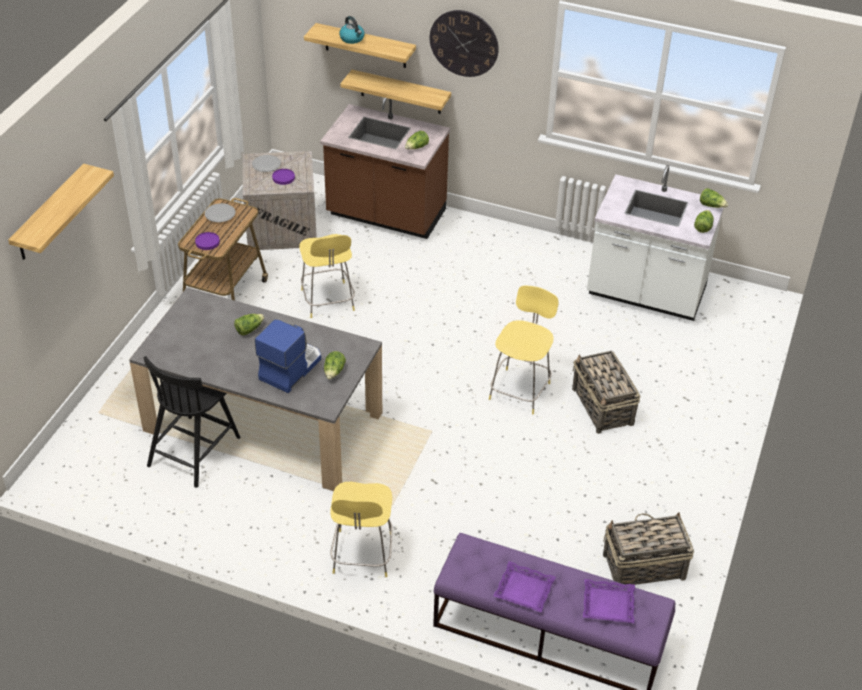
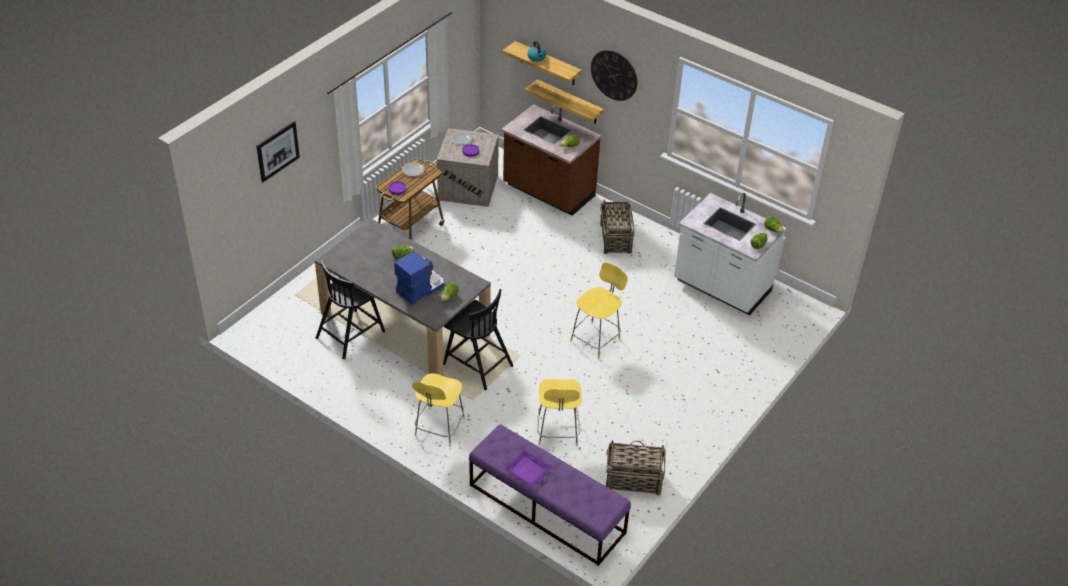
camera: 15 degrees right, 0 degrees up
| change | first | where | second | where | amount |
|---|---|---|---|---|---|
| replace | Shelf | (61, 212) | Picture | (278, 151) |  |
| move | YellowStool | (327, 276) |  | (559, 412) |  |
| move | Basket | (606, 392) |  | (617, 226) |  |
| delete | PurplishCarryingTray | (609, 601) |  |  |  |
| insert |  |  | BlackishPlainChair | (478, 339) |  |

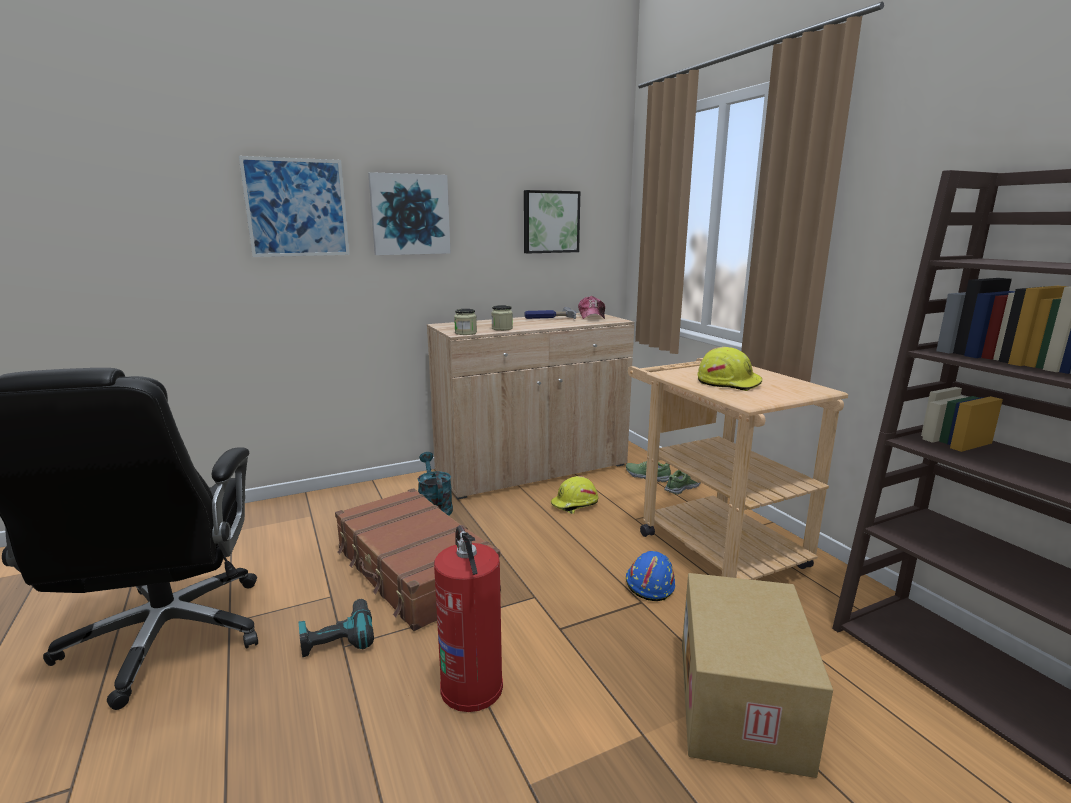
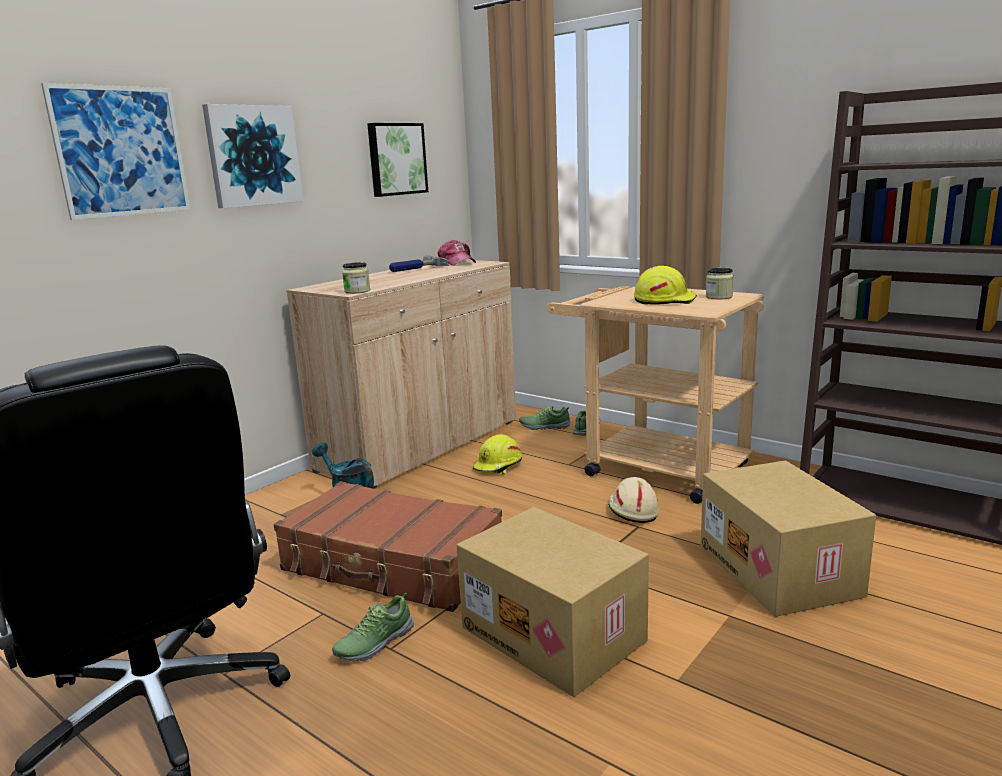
camera: 25 degrees left, 0 degrees up
| change | first | where | second | where | amount |
|---|---|---|---|---|---|
| move | PreserveJar | (502, 318) |  | (720, 283) |  |
| replace | FireFightingCylinder | (468, 618) | Carton | (553, 602) |  |
| recolor | BluishHardHat | (650, 576) | BeigeHardHat | (633, 500) |  |
| replace | PowerDrill | (336, 628) | ItemOfFootwear | (373, 627) |  |

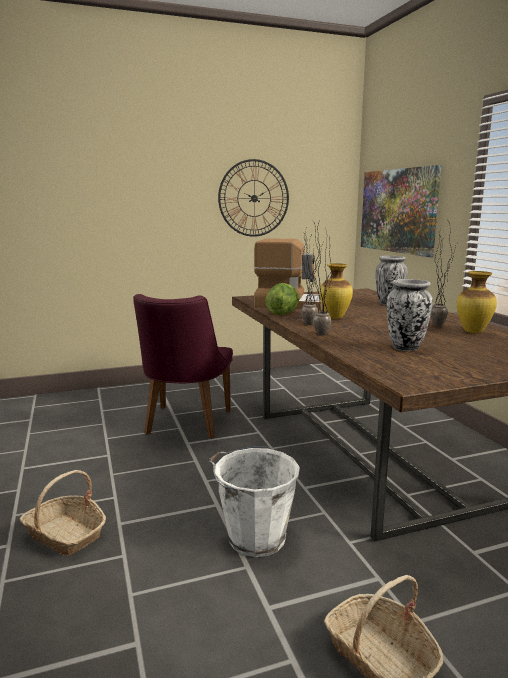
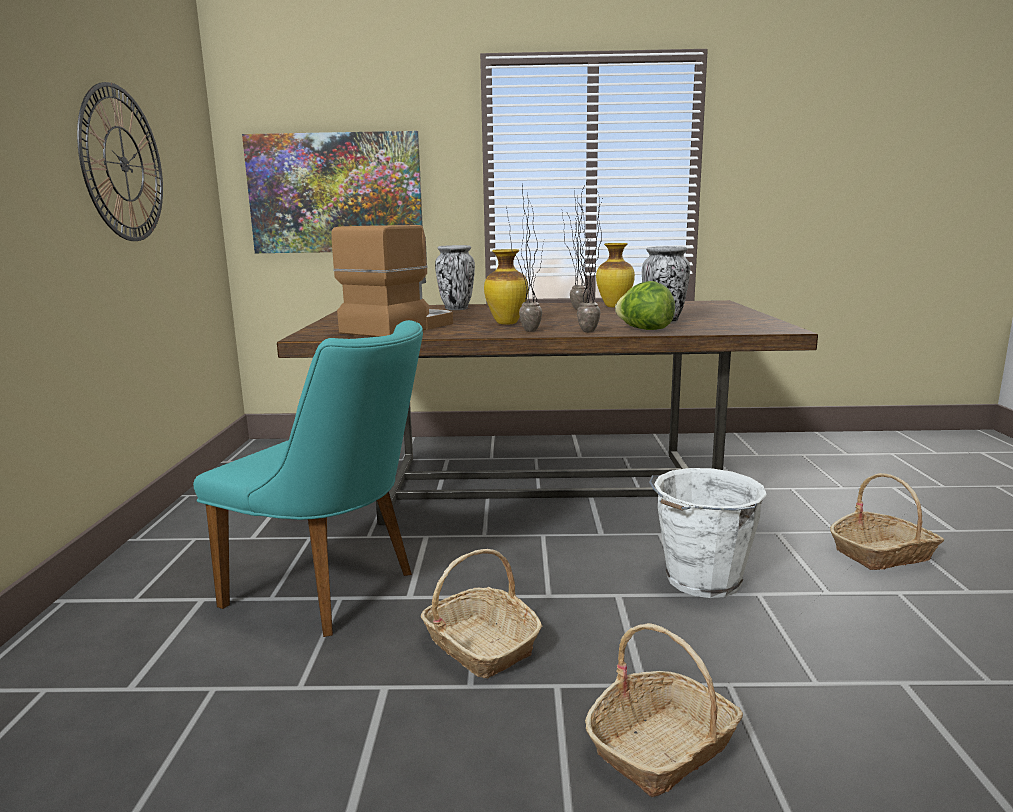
camera: 70 degrees left, 0 degrees up
| change | first | where | second | where | amount |
|---|---|---|---|---|---|
| move | HeadOfLettuce | (282, 299) |  | (645, 305) |  |
| recolor | PurplishPlainChair | (183, 366) | TurquoisePlainChair | (308, 478) |  |
| insert |  |  | Basket | (481, 613) |  |

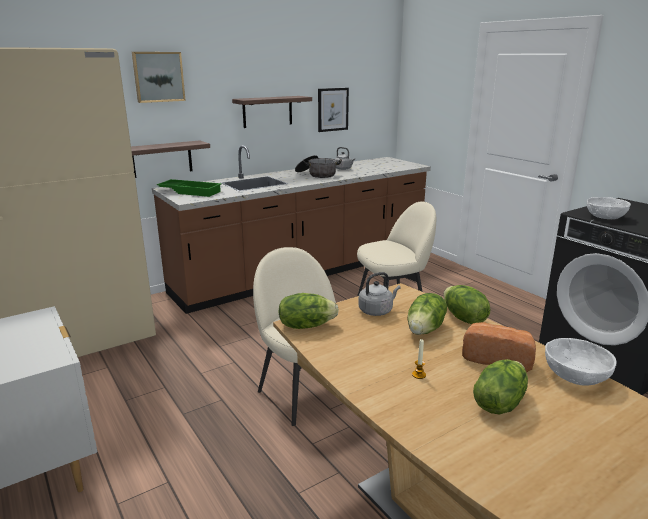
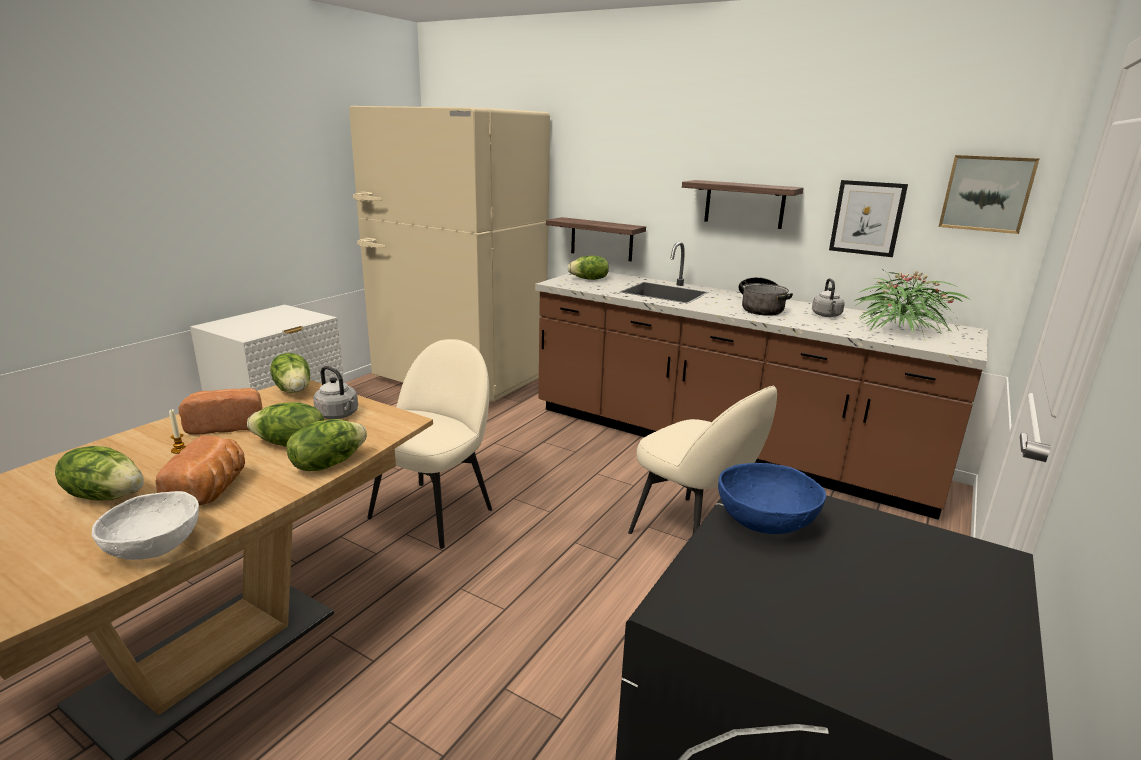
camera: 65 degrees right, 0 degrees up
| change | first | where | second | where | amount |
|---|---|---|---|---|---|
| move | Picture | (159, 77) |  | (989, 194) |  |
| replace | GreenColouredCarryingTray | (189, 188) | HeadOfLettuce | (588, 268) |  |
| recolor | WhiteDeepDish | (609, 208) | BluishDeepDish | (772, 498) |  |
| insert |  |  | PlantInAPot | (912, 305) |  |
| insert |  |  | BakedBread | (221, 411) |  |

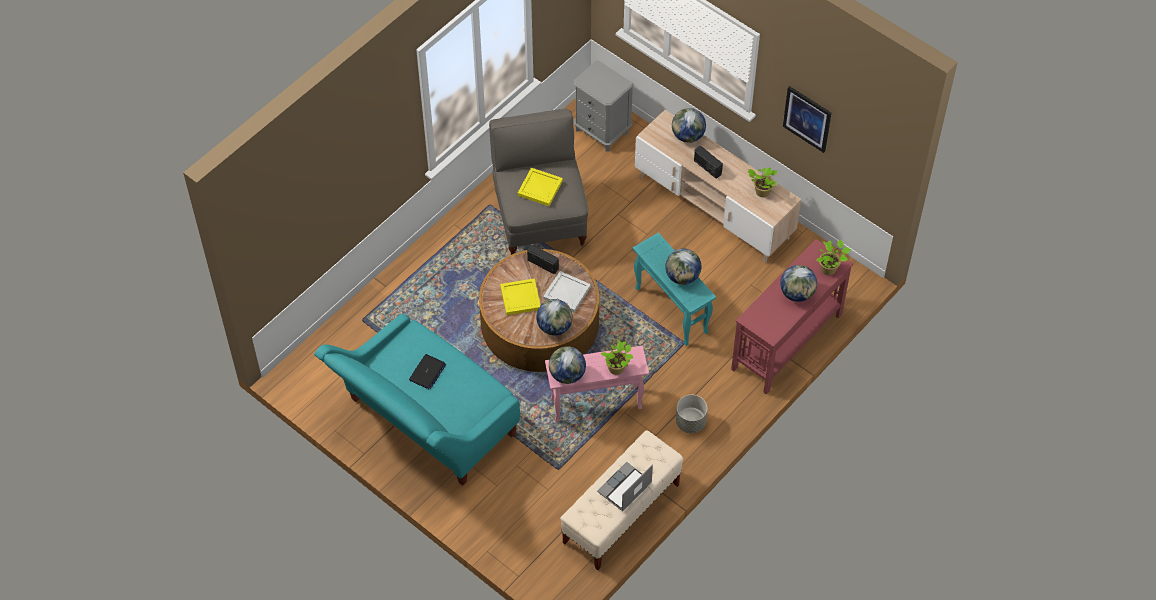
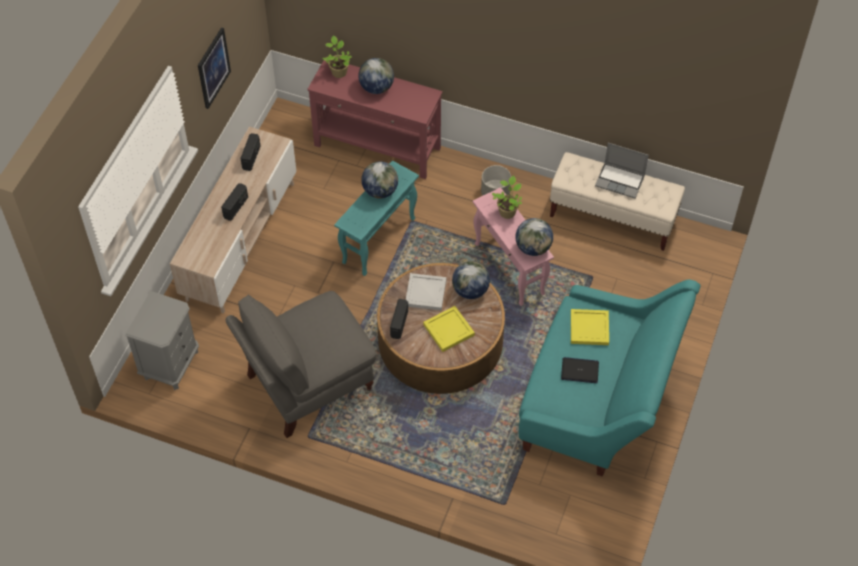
camera: 110 degrees left, 0 degrees up
| change | first | where | second | where | amount |
|---|---|---|---|---|---|
| delete | DeskGlobe | (689, 125) |  |  |  |
| replace | PlantInAPot | (762, 182) | RadioReceiver | (250, 152) |  |
| move | YellowCarryingTray | (540, 187) |  | (590, 327) |  |

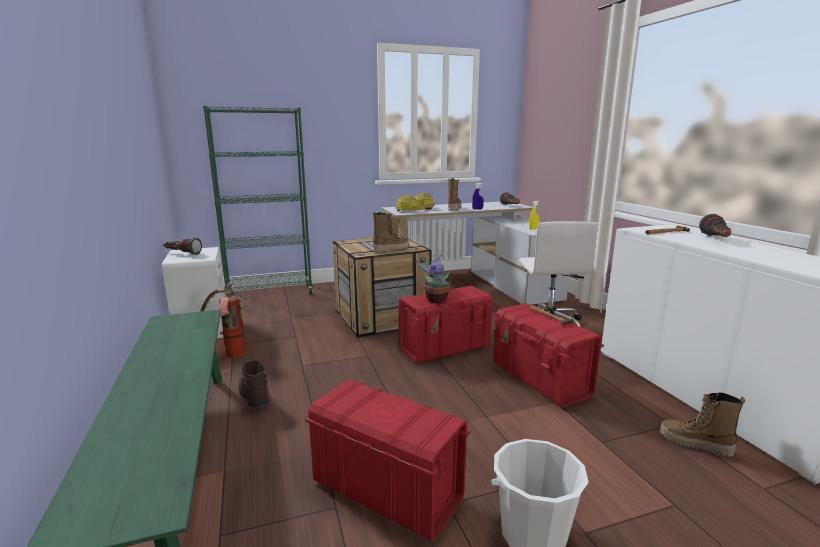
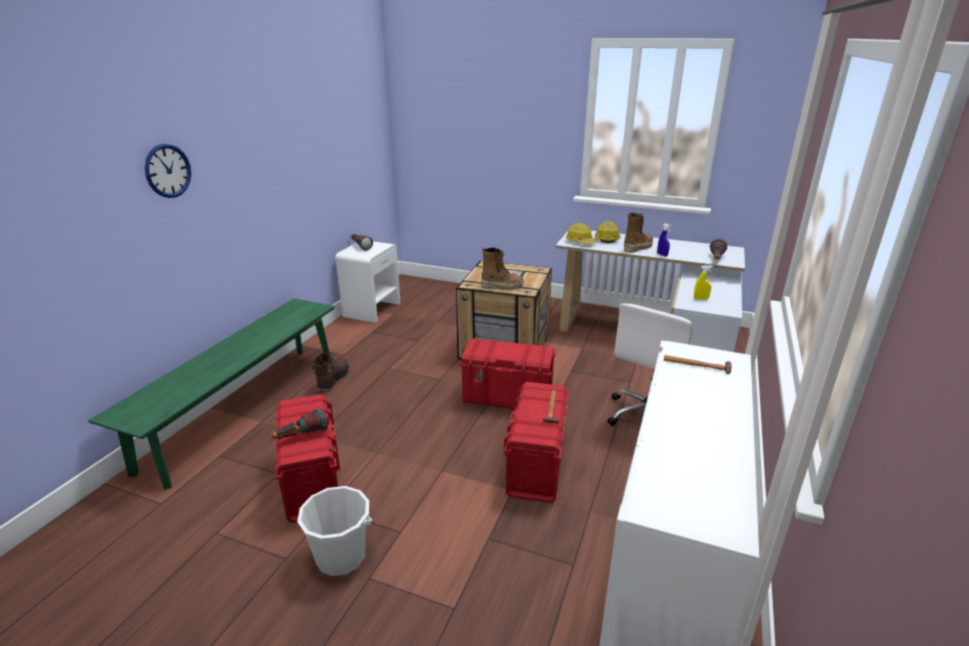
camera: 40 degrees right, 10 degrees up
| change | first | where | second | where | amount |
|---|---|---|---|---|---|
| delete | GreenColouredBookshelf | (258, 200) |  |  |  |
| move | HandTorch | (715, 225) |  | (300, 423) |  |
| delete | PlantInAPot | (433, 279) |  |  |  |
| delete | FireFightingCylinder | (224, 320) |  |  |  |
| delete | HighTopBoot | (702, 424) |  |  |  |
| insert |  |  | HangingClock | (168, 171) |  |

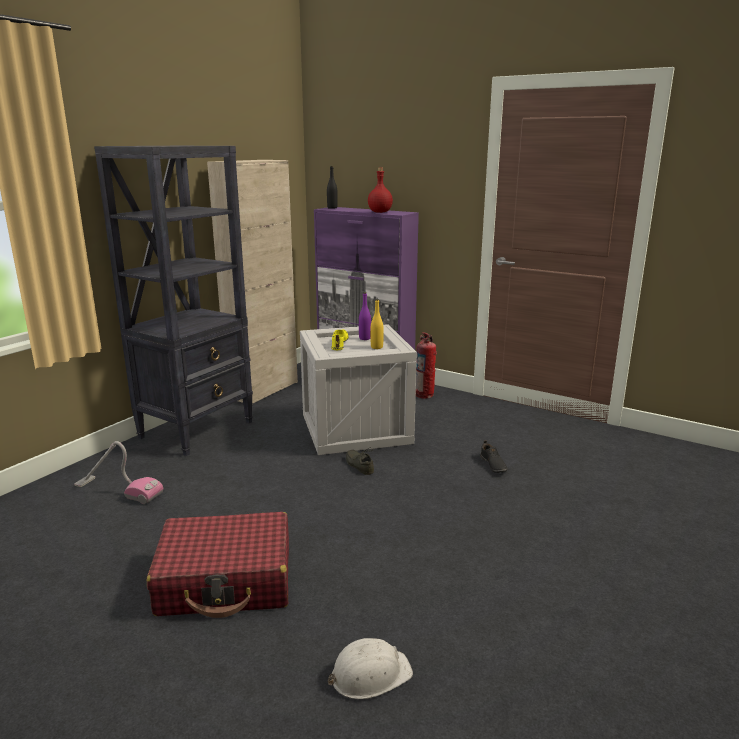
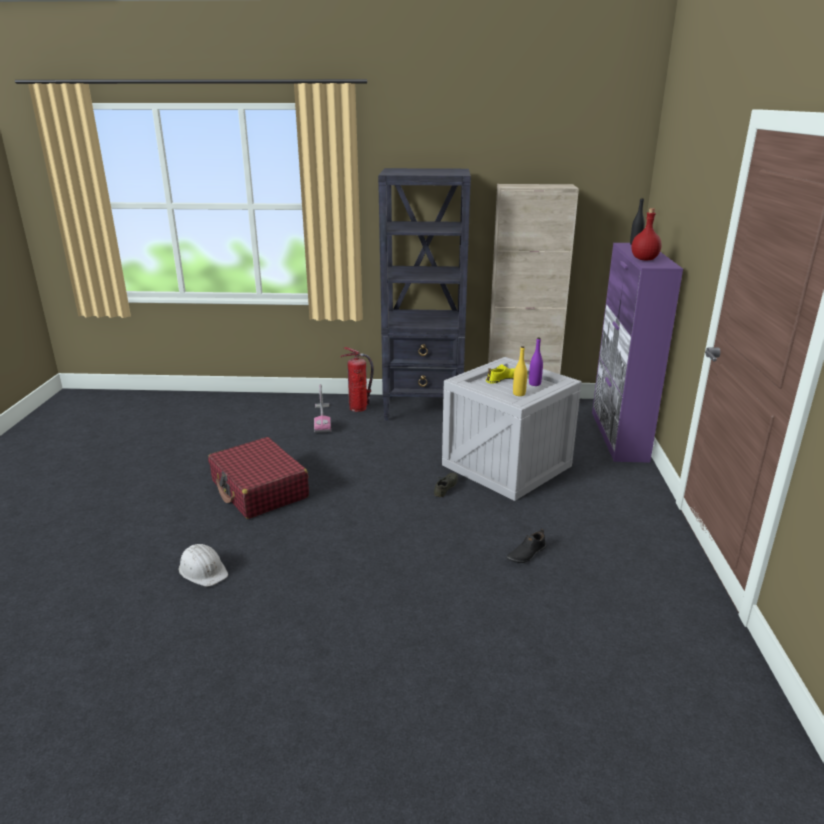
camera: 60 degrees right, 5 degrees up
| change | first | where | second | where | amount |
|---|---|---|---|---|---|
| move | FireFightingCylinder | (426, 365) |  | (357, 379) |  |

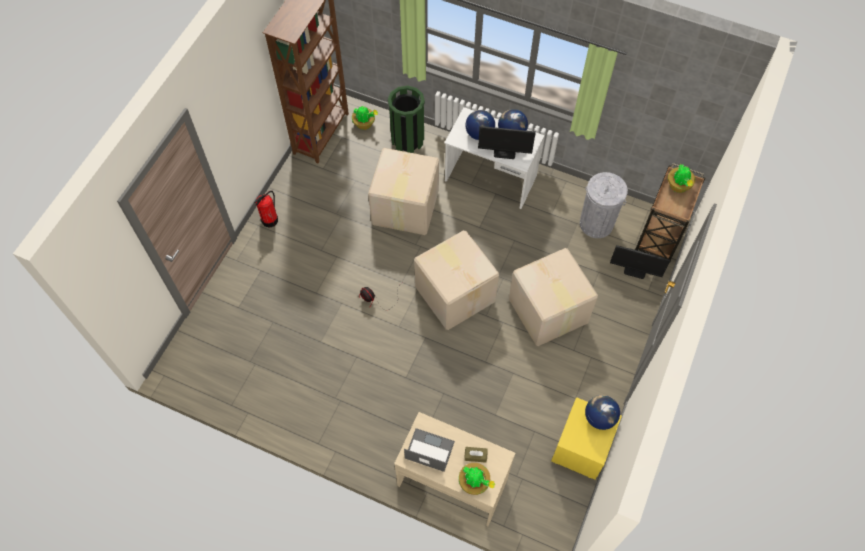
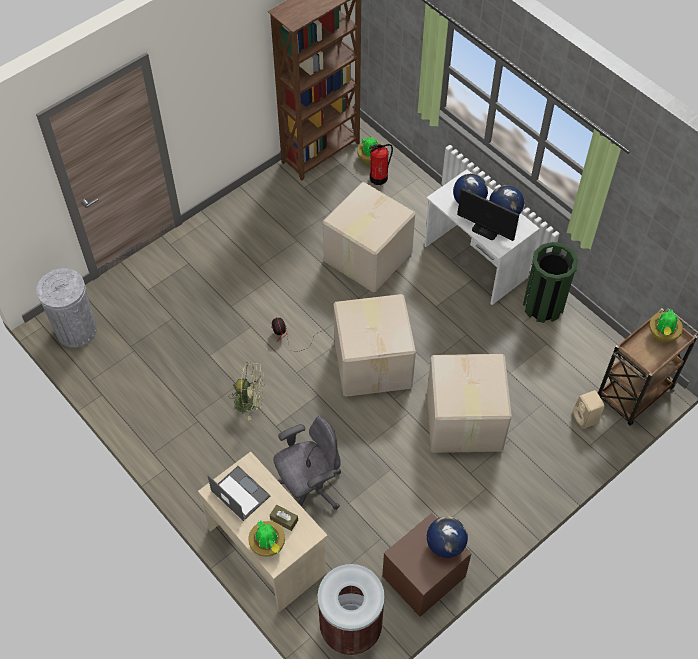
camera: 25 degrees right, 5 degrees down
| change | first | where | second | where | amount |
|---|---|---|---|---|---|
| move | GreenColouredTrashCan | (406, 119) |  | (550, 282) |  |
| move | GreyishTrashCan | (604, 205) |  | (66, 308) |  |
| move | FireFightingCylinder | (266, 209) |  | (381, 164) |  |
| replace | ComputerDisplay | (640, 262) | BeigeSpeaker | (588, 409) |  |
| recolor | YellowBedsideTable | (586, 438) | BrownColouredBedsideTable | (427, 565) |  |
| insert |  |  | GreenColouredCoolingFan | (247, 391) |  |
| insert |  |  | GreyishComputerChair | (307, 463) |  |
| insert |  |  | BrownColouredTrashCan | (351, 609) |  |

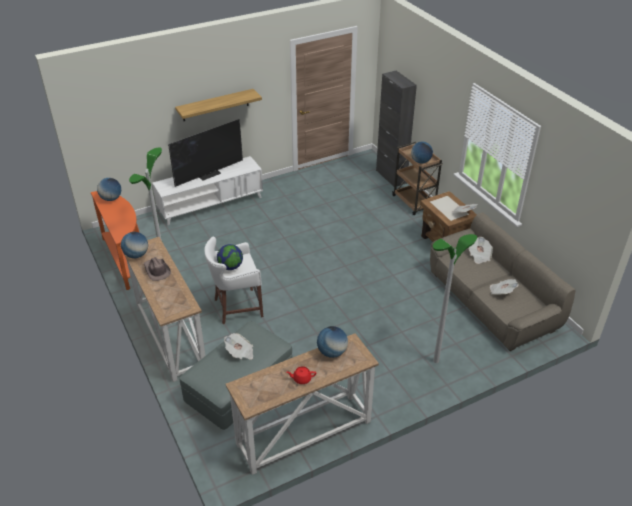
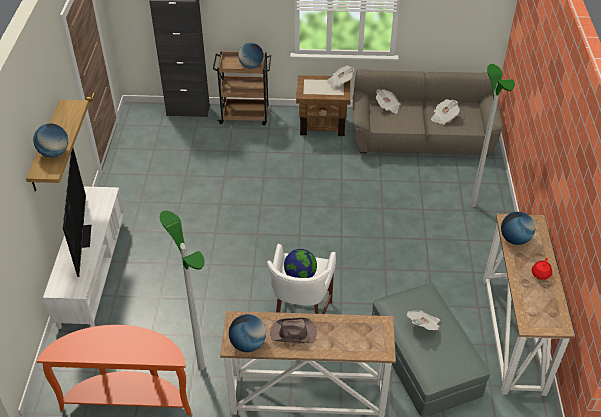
camera: 60 degrees left, 5 degrees up
| change | first | where | second | where | amount |
|---|---|---|---|---|---|
| move | DeskGlobe | (109, 189) |  | (51, 140) |  |

